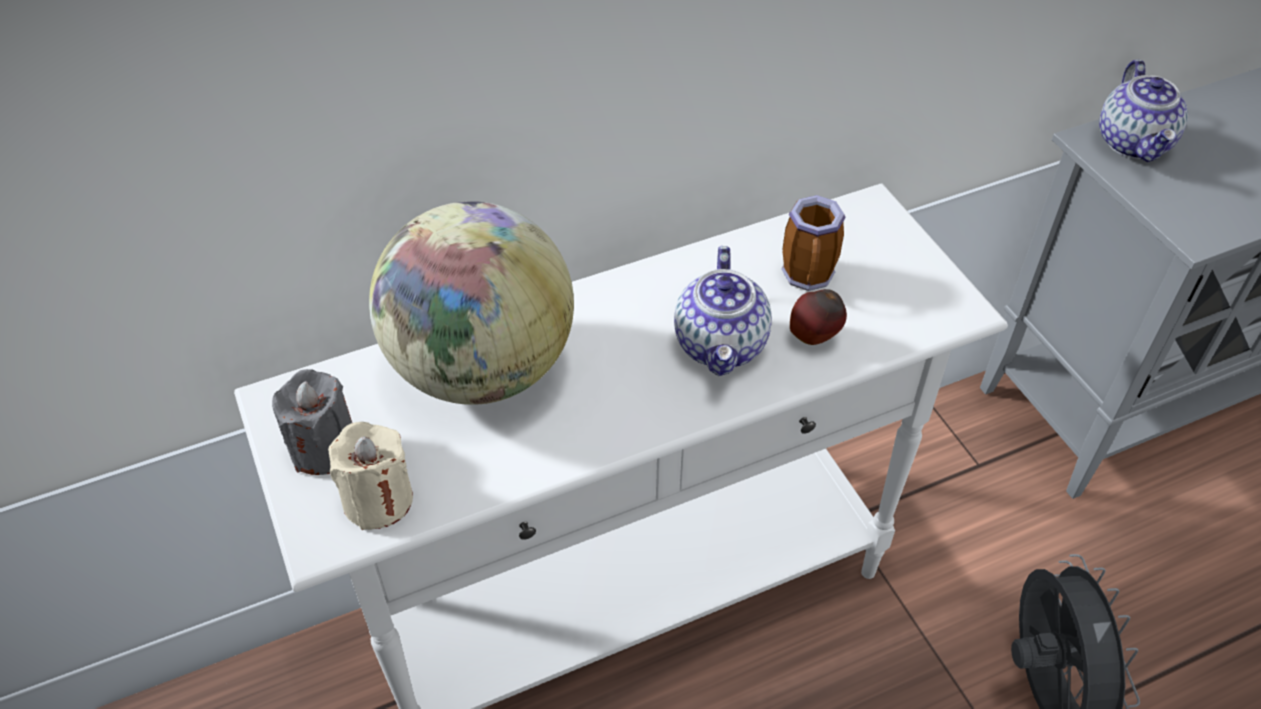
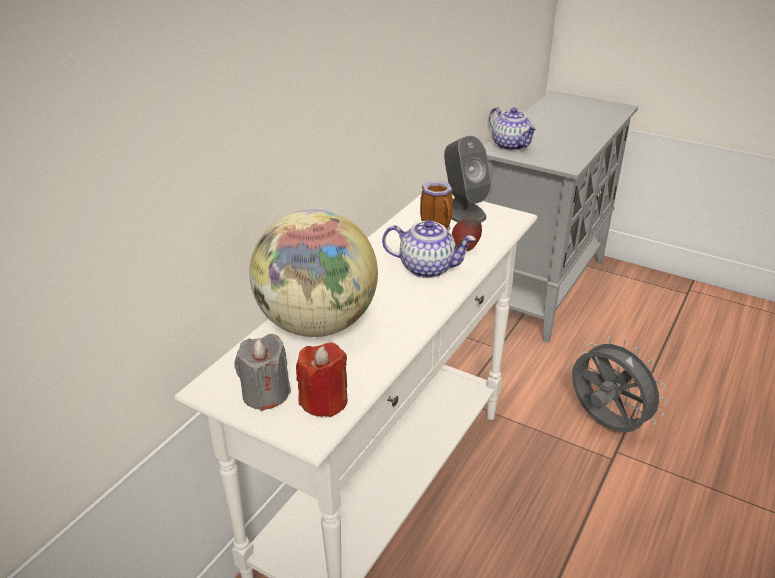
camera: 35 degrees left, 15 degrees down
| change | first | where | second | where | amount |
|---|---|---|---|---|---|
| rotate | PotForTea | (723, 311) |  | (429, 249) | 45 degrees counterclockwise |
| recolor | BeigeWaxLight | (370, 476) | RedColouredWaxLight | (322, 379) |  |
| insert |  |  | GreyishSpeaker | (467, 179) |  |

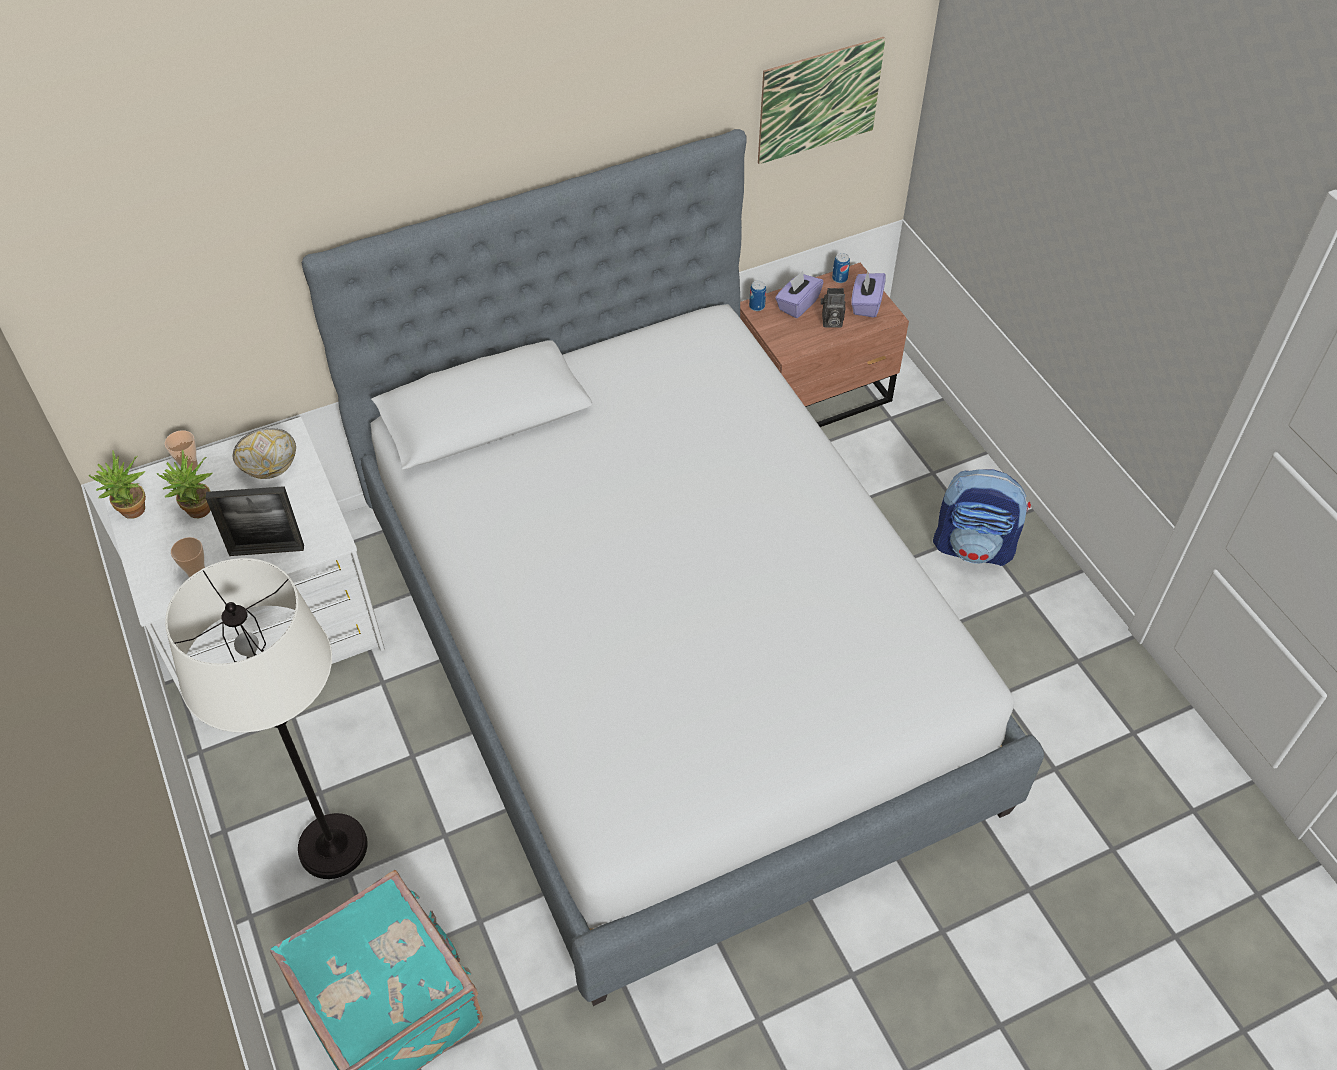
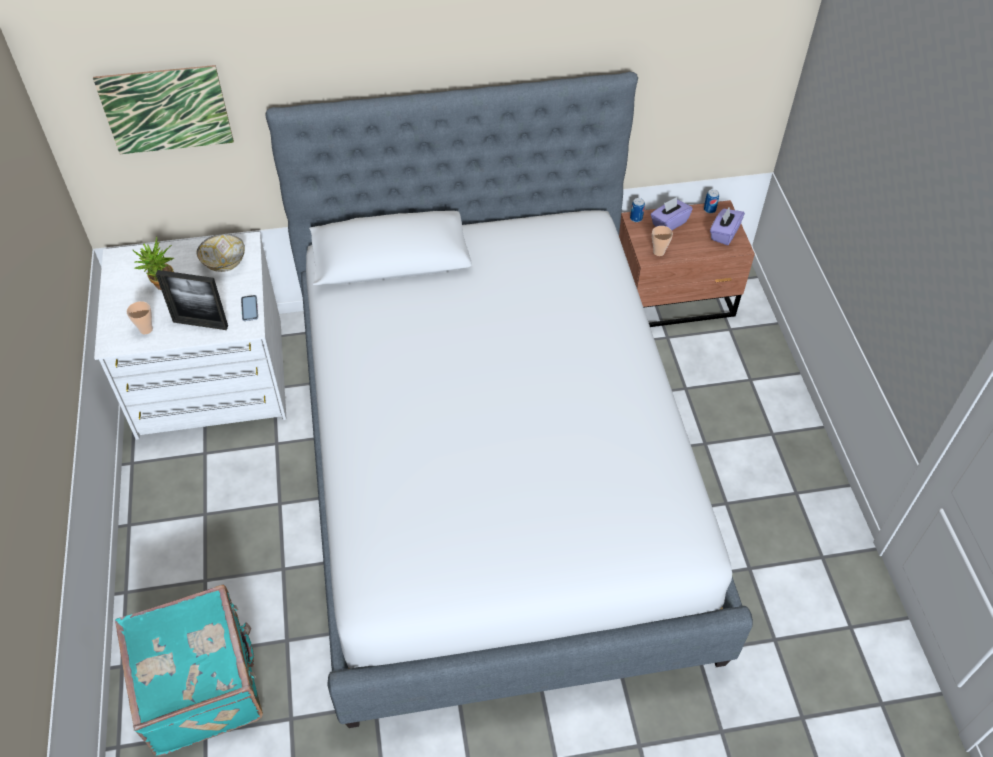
camera: 15 degrees right, 0 degrees up
| change | first | where | second | where | amount |
|---|---|---|---|---|---|
| move | Picture | (821, 100) |  | (163, 109) |  |
| delete | StillCamera | (833, 308) |  |  |  |
| move | Cup | (181, 450) |  | (662, 241) |  |
| delete | PlantInAPot | (117, 485) |  |  |  |
| delete | Backpack | (982, 517) |  |  |  |
| delete | WhiteStandingLamp | (266, 718) |  |  |  |
| insert |  |  | Telephone | (249, 308) |  |

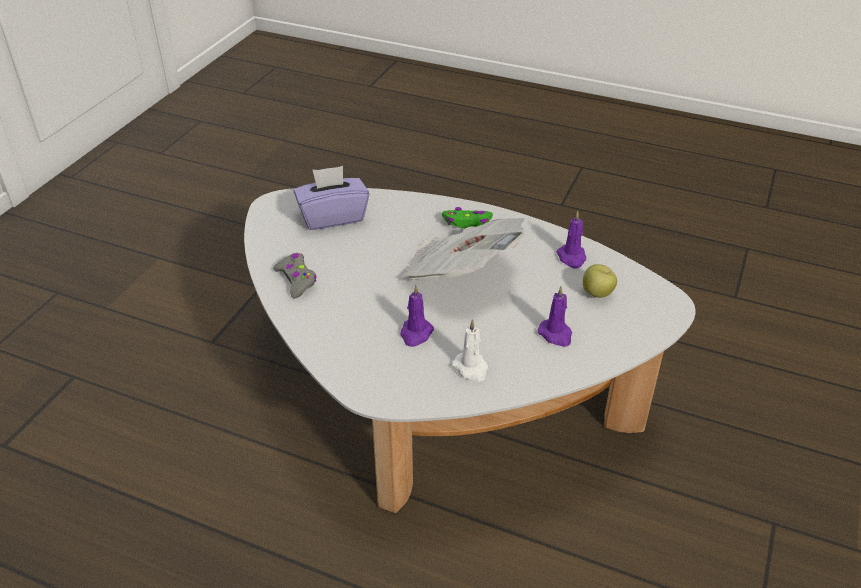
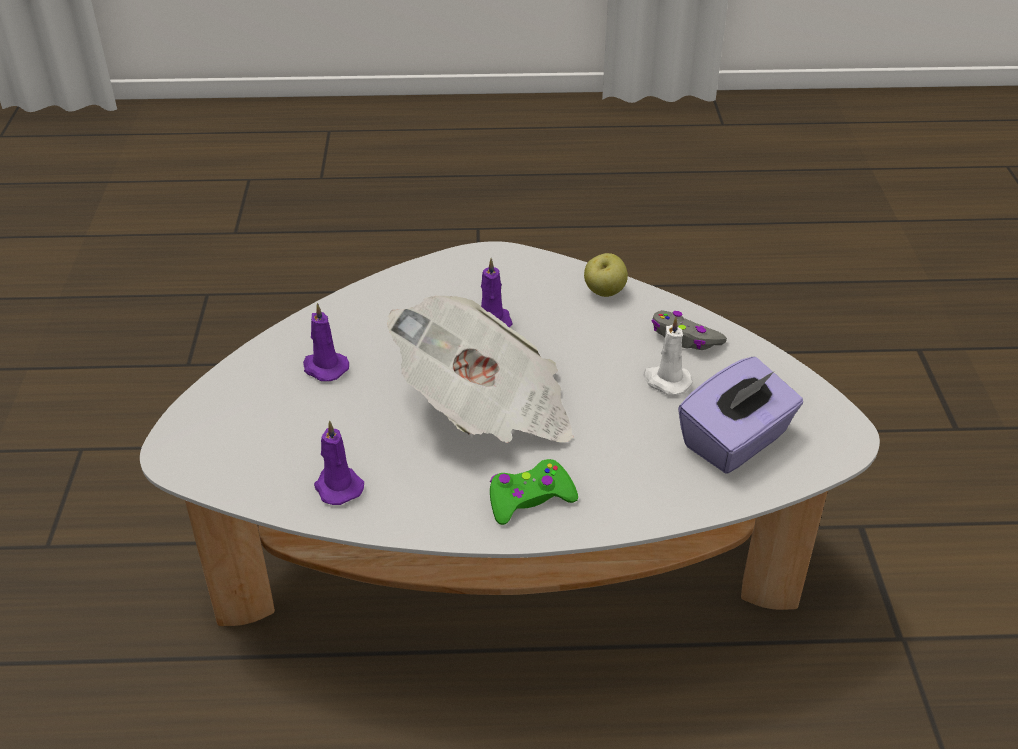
camera: 155 degrees right, 0 degrees up
| change | first | where | second | where | amount |
|---|---|---|---|---|---|
| move | Apple | (600, 281) |  | (606, 275) |  |
| move | WhiteWaxLight | (470, 350) |  | (668, 355) |  |

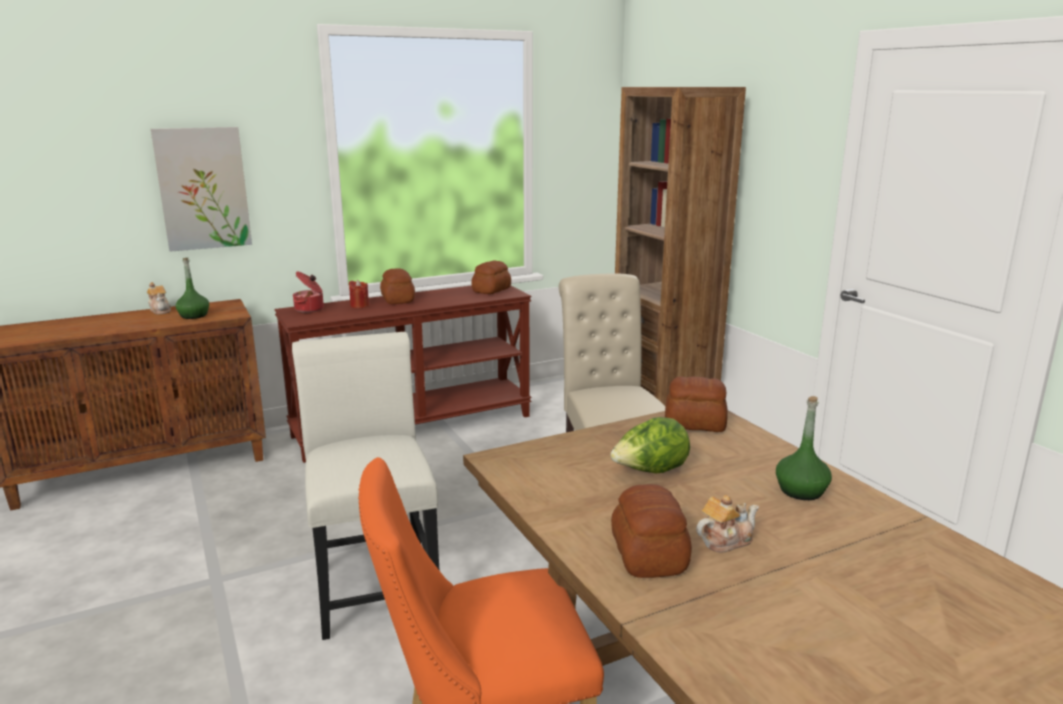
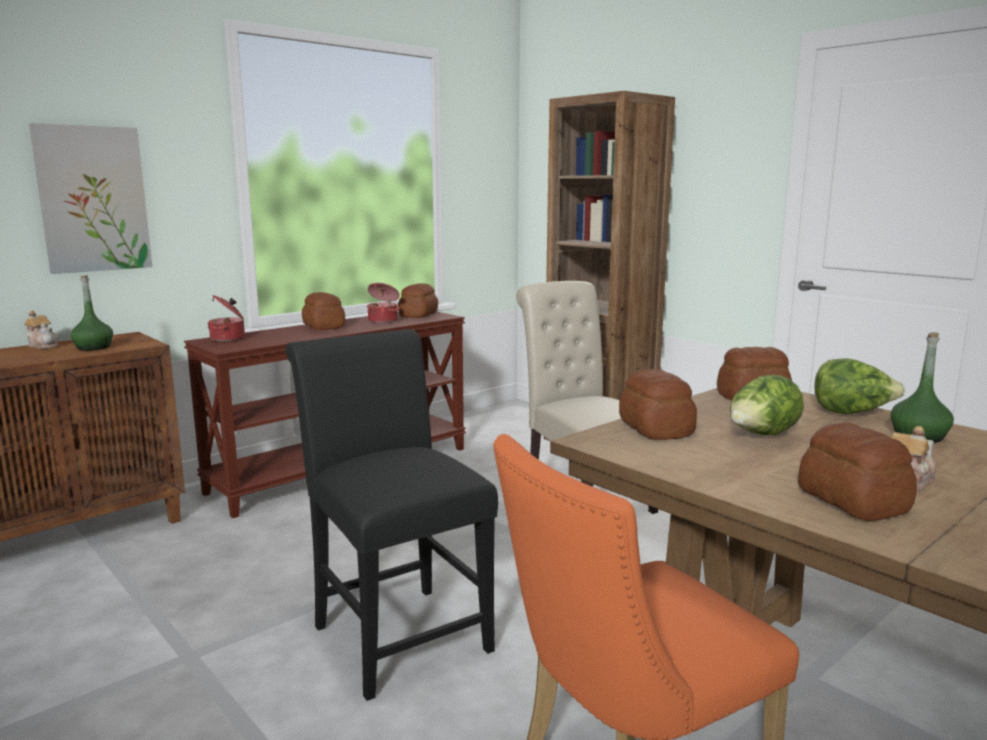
camera: 15 degrees left, 5 degrees down
| change | first | where | second | where | amount |
|---|---|---|---|---|---|
| delete | RedColouredWaxLight | (359, 294) |  |  |  |
| recolor | WhitePlainChair | (366, 486) | BlackishPlainChair | (391, 515) |  |
| insert |  |  | CookingPot | (383, 303) |  |
| insert |  |  | HeadOfLettuce | (860, 386) |  |
| insert |  |  | BakedBread | (658, 404) |  |

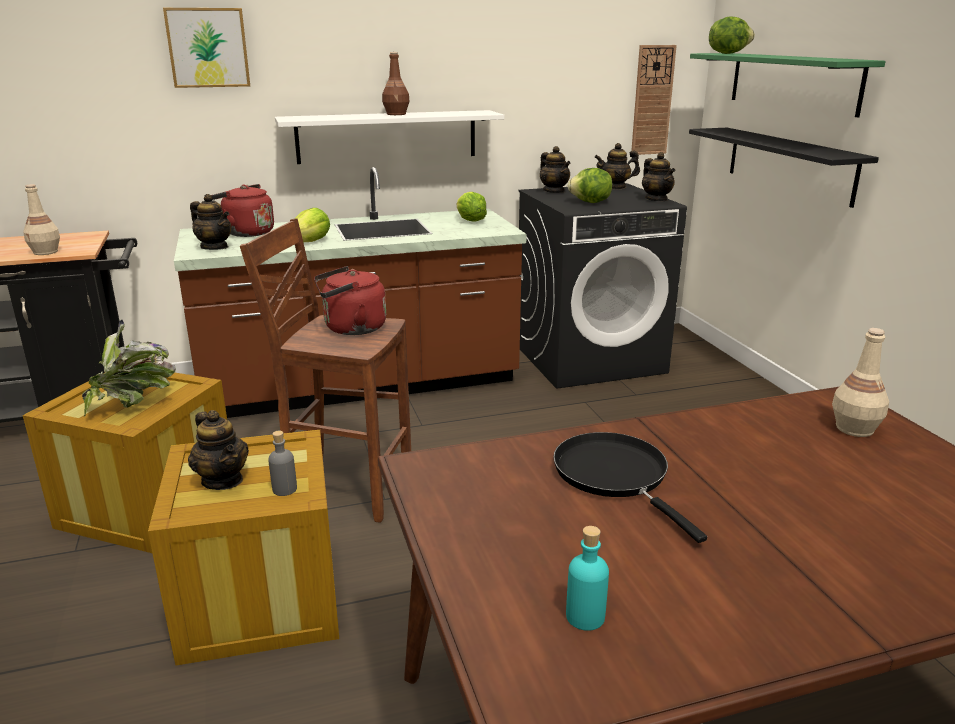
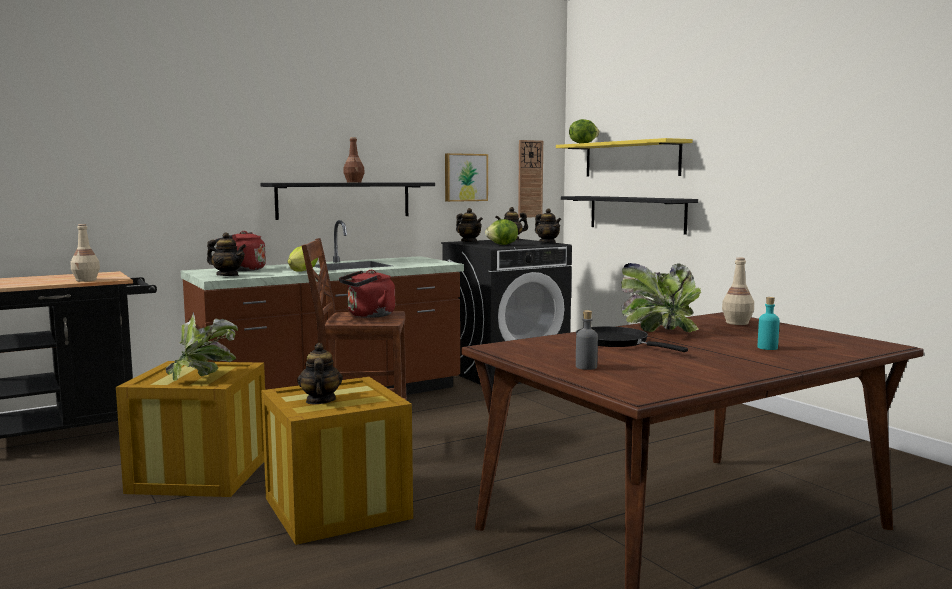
camera: 15 degrees left, 15 degrees down
| change | first | where | second | where | amount |
|---|---|---|---|---|---|
| move | Picture | (206, 48) |  | (466, 177) |  |
| recolor | GreenColouredShelf | (788, 85) | YellowShelf | (624, 157) |  |
| recolor | WhiteShelf | (389, 137) | BlackishShelf | (347, 201) |  |
| delete | HeadOfLettuce | (471, 207) |  |  |  |
| rotate | PotForTea | (218, 450) |  | (320, 373) | 135 degrees counterclockwise |
| move | GreyishBottle | (282, 463) |  | (587, 340) |  |
| move | TurquoiseBottle | (587, 578) |  | (769, 323) |  |
| insert |  |  | PlantInAPot | (661, 297) |  |

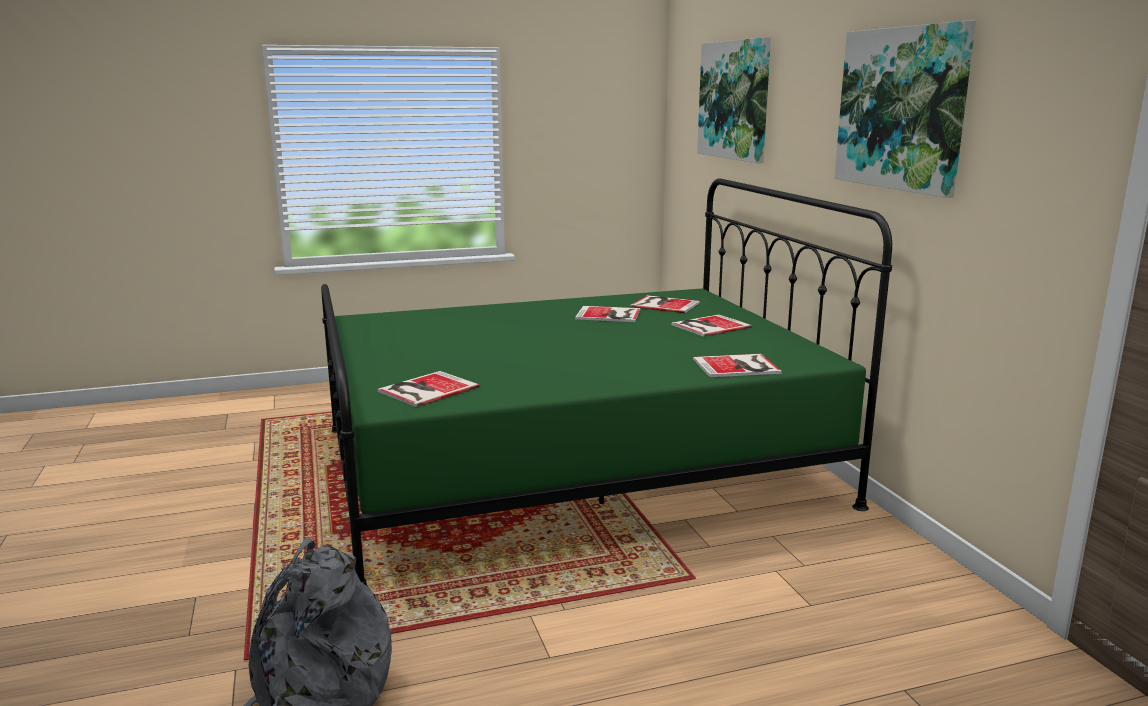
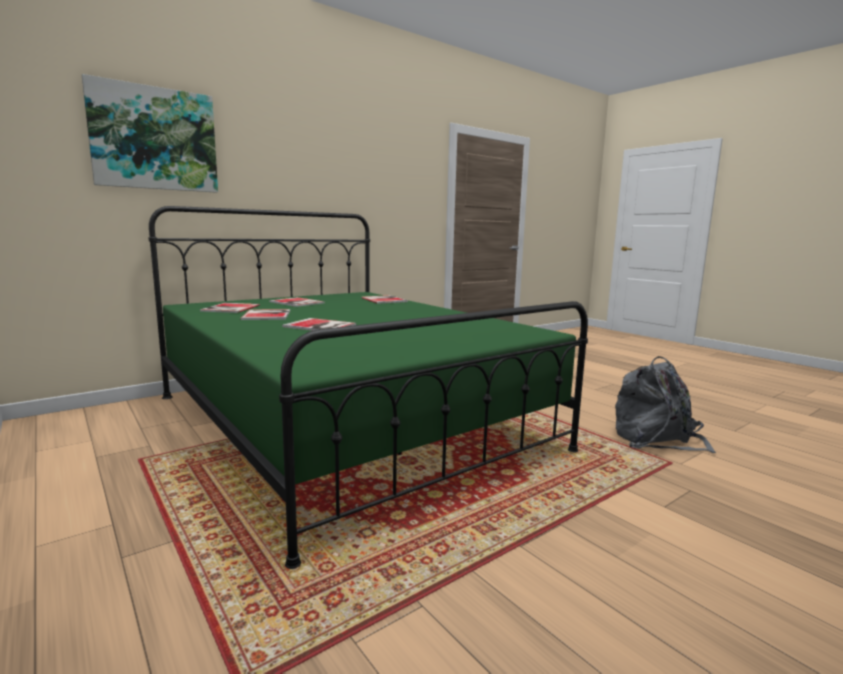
camera: 110 degrees left, 5 degrees down
| change | first | where | second | where | amount |
|---|---|---|---|---|---|
| delete | Picture | (905, 109) |  |  |  |
| move | BoundBook | (428, 389) |  | (319, 324) |  |

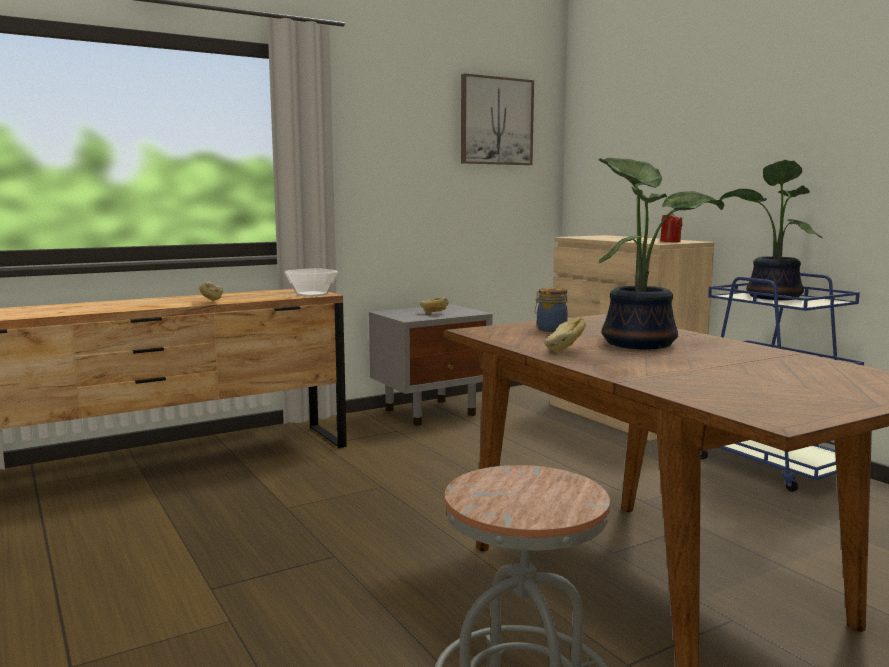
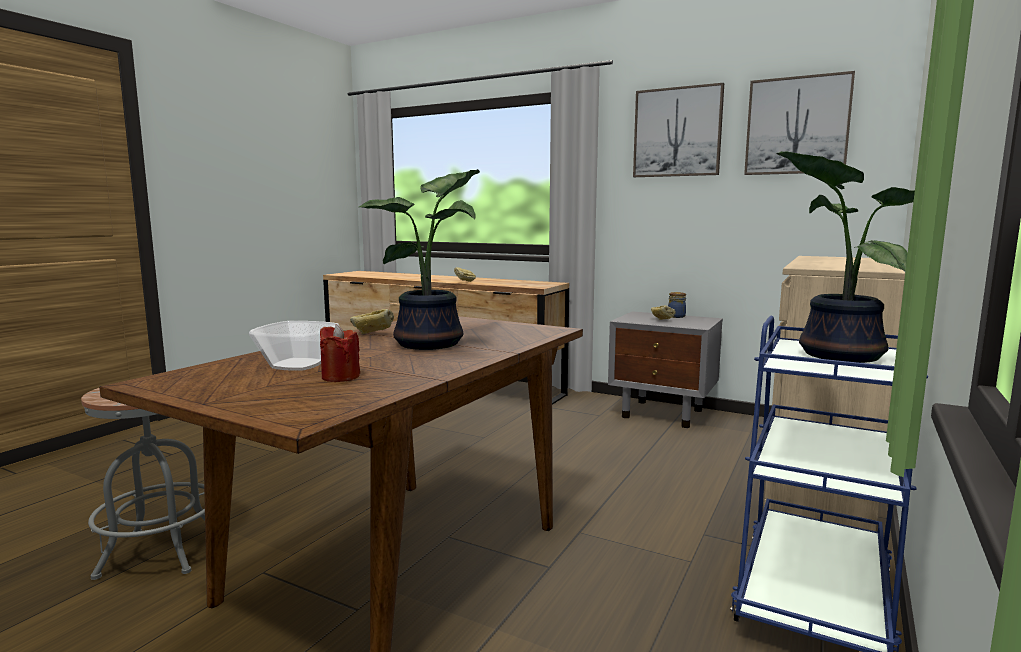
camera: 60 degrees right, 0 degrees up
| change | first | where | second | where | amount |
|---|---|---|---|---|---|
| move | RedColouredWaxLight | (671, 227) |  | (340, 353) |  |
| move | DeepDish | (311, 282) |  | (294, 346) |  |
| move | PreserveJar | (551, 309) |  | (677, 305) |  |
| insert |  |  | Picture | (678, 130) |  |

